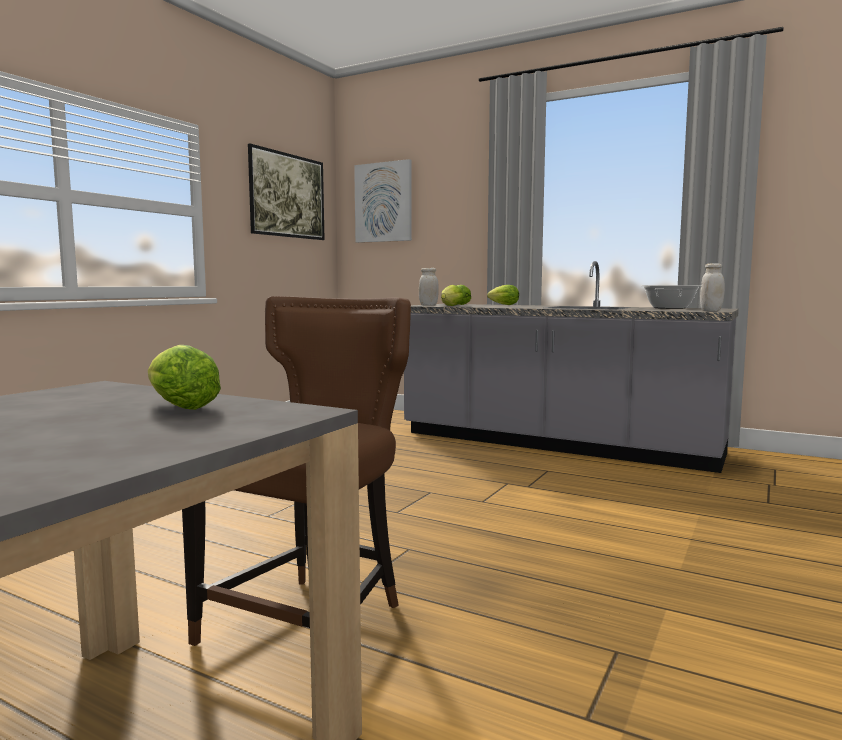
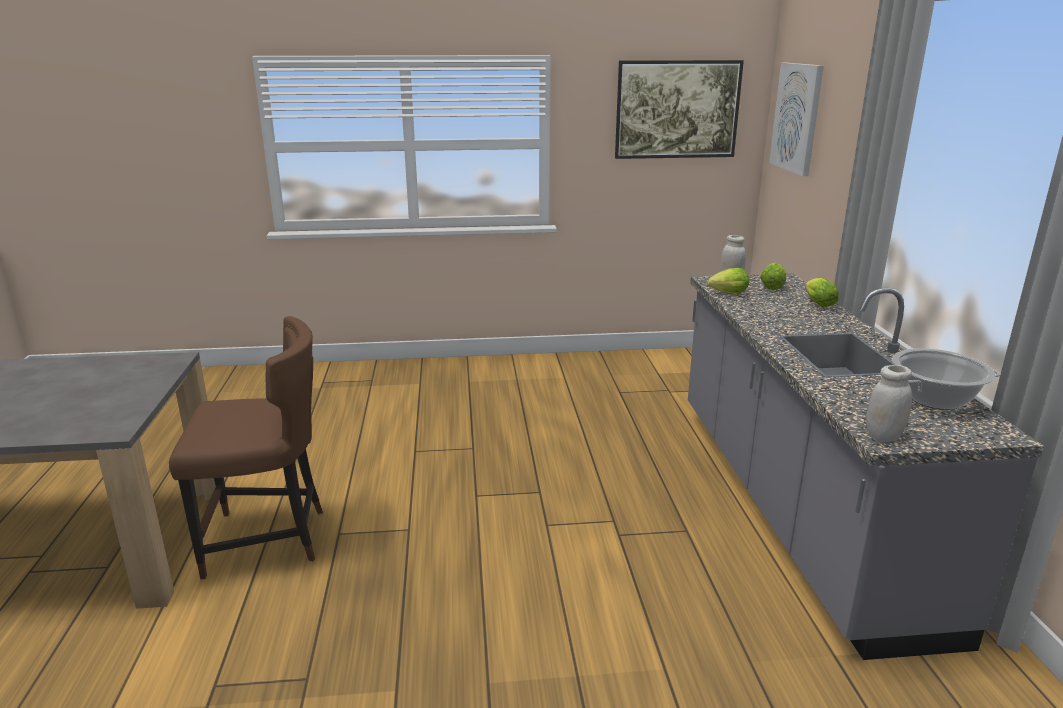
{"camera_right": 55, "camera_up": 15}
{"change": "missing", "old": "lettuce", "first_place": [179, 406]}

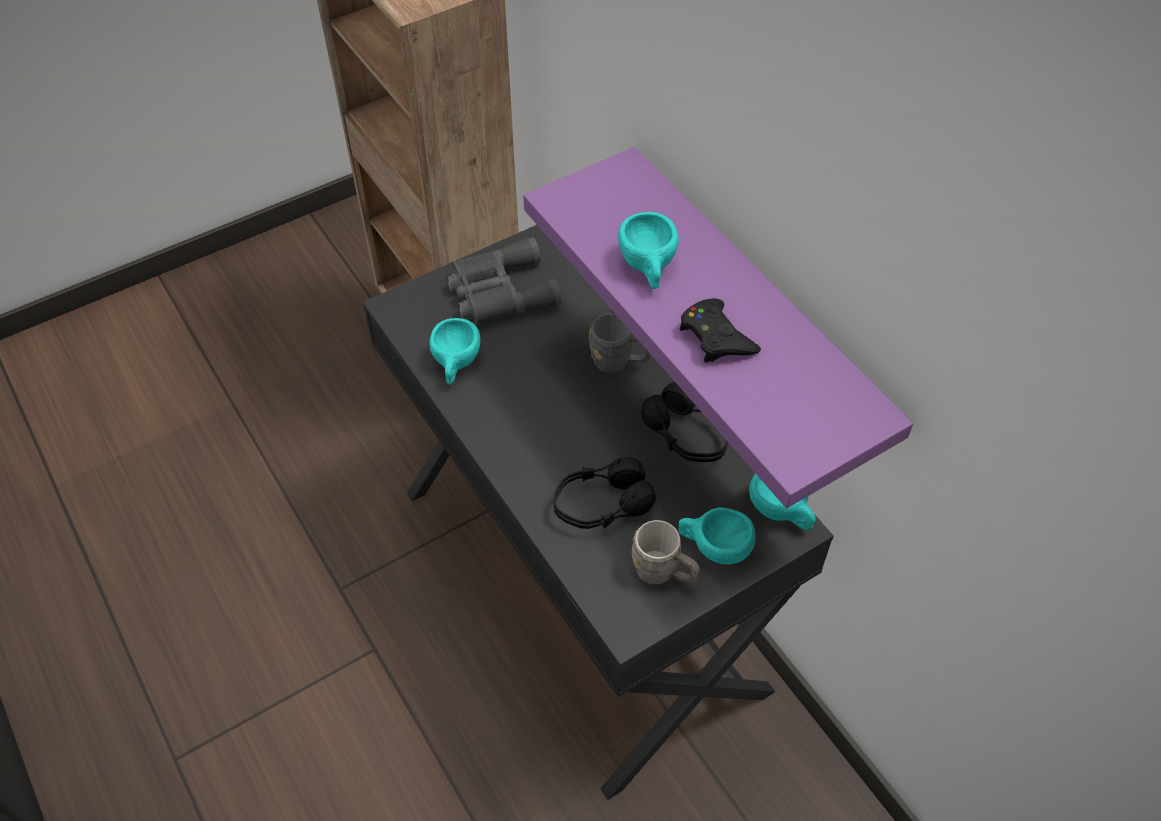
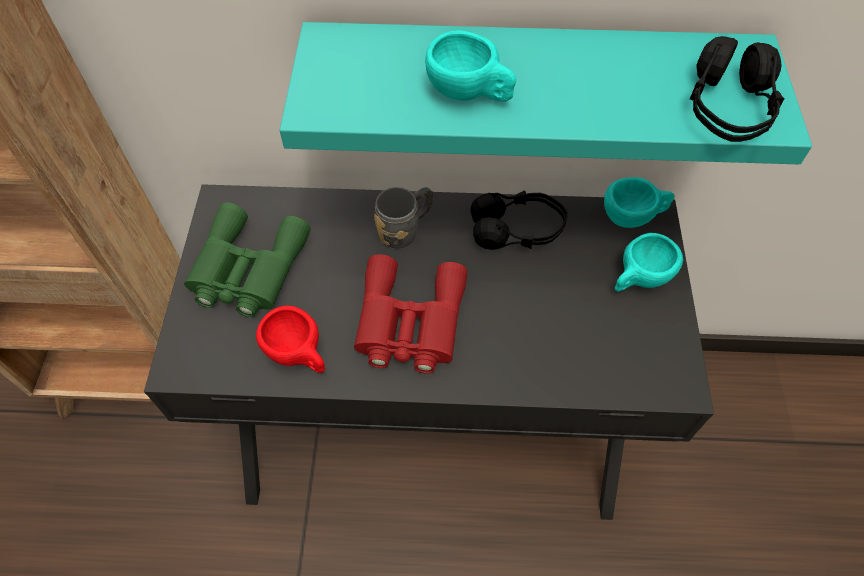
{"camera_right": -55, "camera_up": 5}
{"change": "colour", "old": "grey_binoculars", "new": "green_binoculars", "first_place": [499, 292], "second_place": [246, 270]}
{"change": "colour", "old": "turquoise_cup", "new": "red_cup", "first_place": [456, 364], "second_place": [299, 354]}
{"change": "colour", "old": "purple_shelf", "new": "turquoise_shelf", "first_place": [753, 314], "second_place": [529, 81]}
{"change": "appeared", "new": "red_binoculars", "second_place": [408, 323]}
{"change": "relocated", "old": "black_headphones", "first_place": [601, 505], "second_place": [727, 109]}
{"change": "missing", "old": "grey_mug", "first_place": [663, 573]}
{"change": "missing", "old": "black_game_controller", "first_place": [716, 337]}

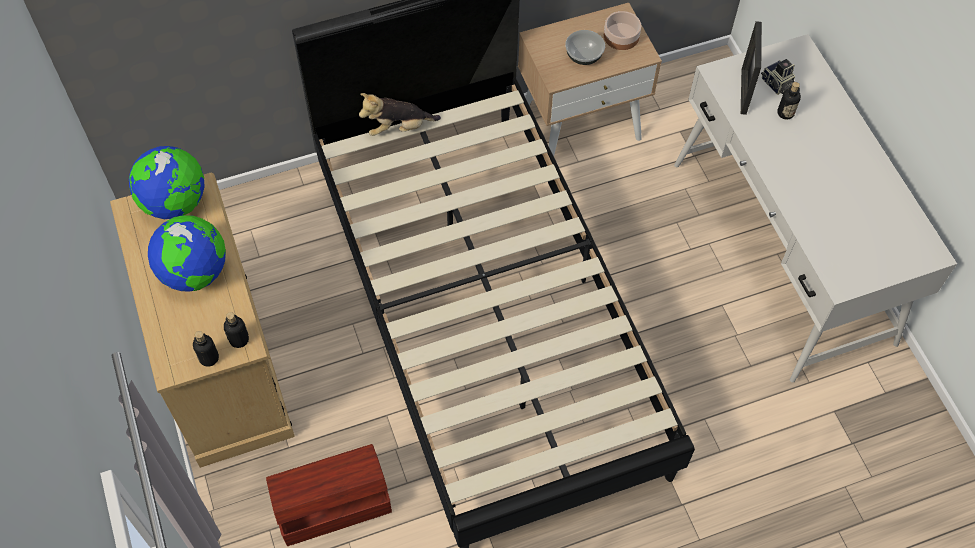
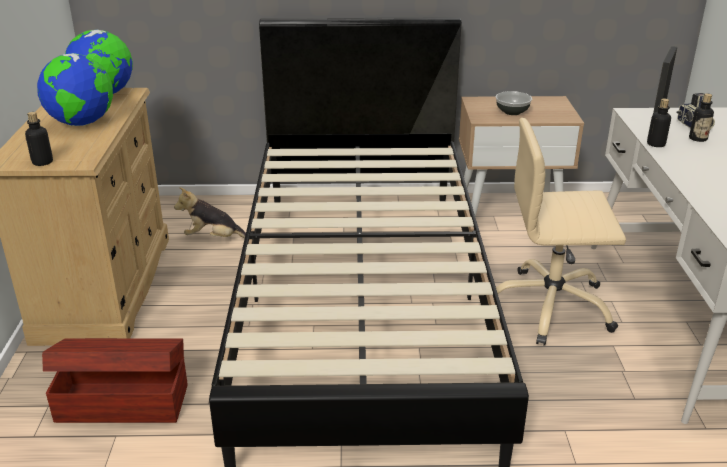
{"camera_right": 20, "camera_up": -30}
{"change": "relocated", "old": "plush_toy", "first_place": [398, 128], "second_place": [214, 238]}
{"change": "appeared", "new": "beige_office_chair", "second_place": [550, 307]}
{"change": "relocated", "old": "bottle", "first_place": [239, 339], "second_place": [656, 144]}
{"change": "missing", "old": "bowl", "first_place": [621, 36]}

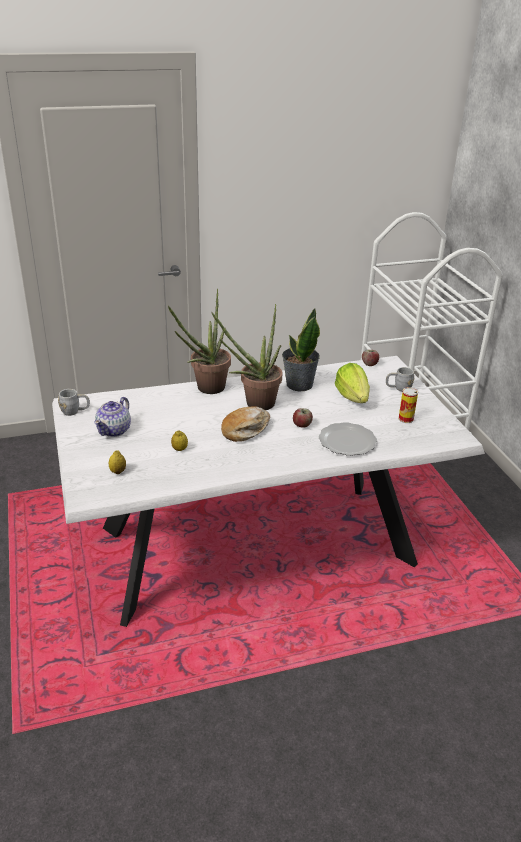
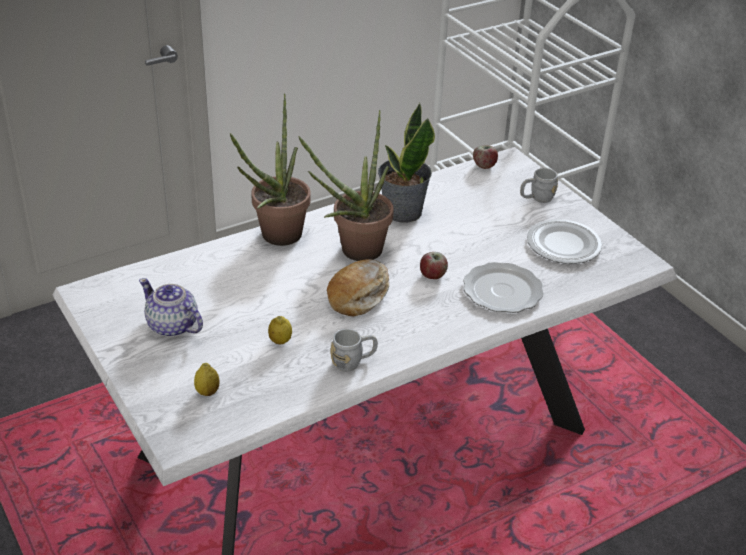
{"camera_right": -15, "camera_up": 5}
{"change": "spun", "old": "teapot", "first_place": [114, 430], "second_place": [172, 326], "degrees": 120}
{"change": "relocated", "old": "grey_mug", "first_place": [75, 411], "second_place": [353, 362]}
{"change": "exchanged", "old": "can", "new": "plate", "first_place": [406, 419], "second_place": [564, 244]}
{"change": "missing", "old": "lettuce", "first_place": [352, 397]}

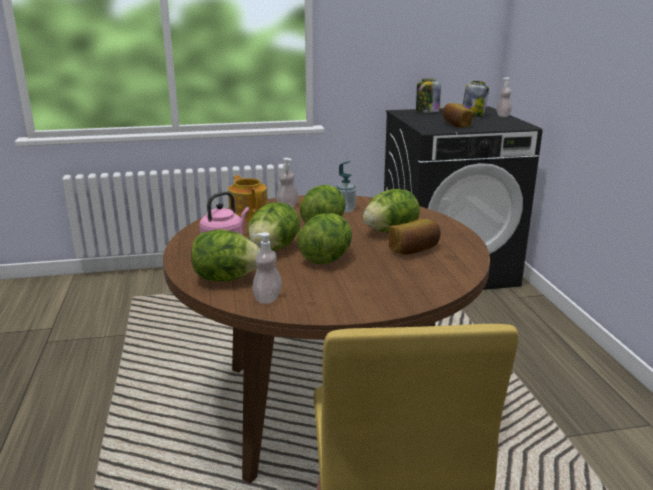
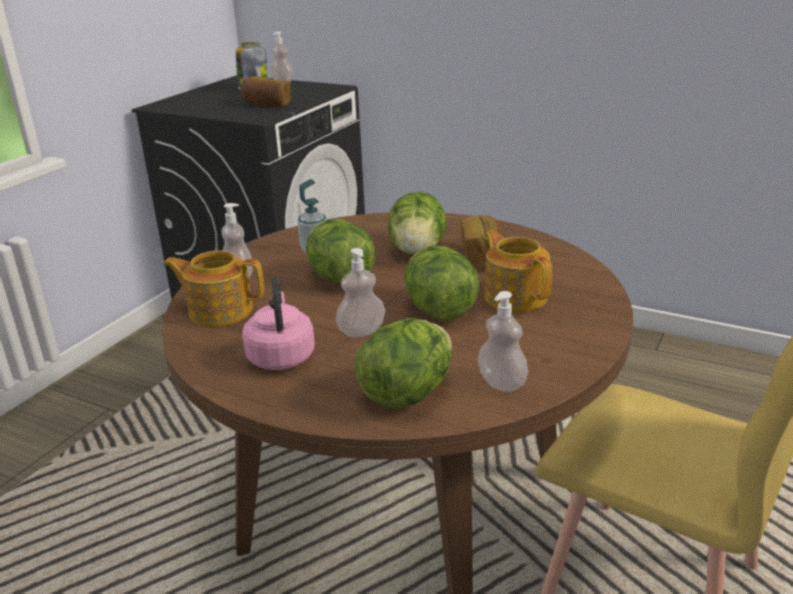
{"camera_right": -50, "camera_up": 5}
{"change": "exchanged", "old": "lettuce", "new": "soap_dispenser", "first_place": [273, 249], "second_place": [361, 331]}
{"change": "appeared", "new": "teapot", "second_place": [515, 296]}
{"change": "missing", "old": "jar", "first_place": [427, 112]}

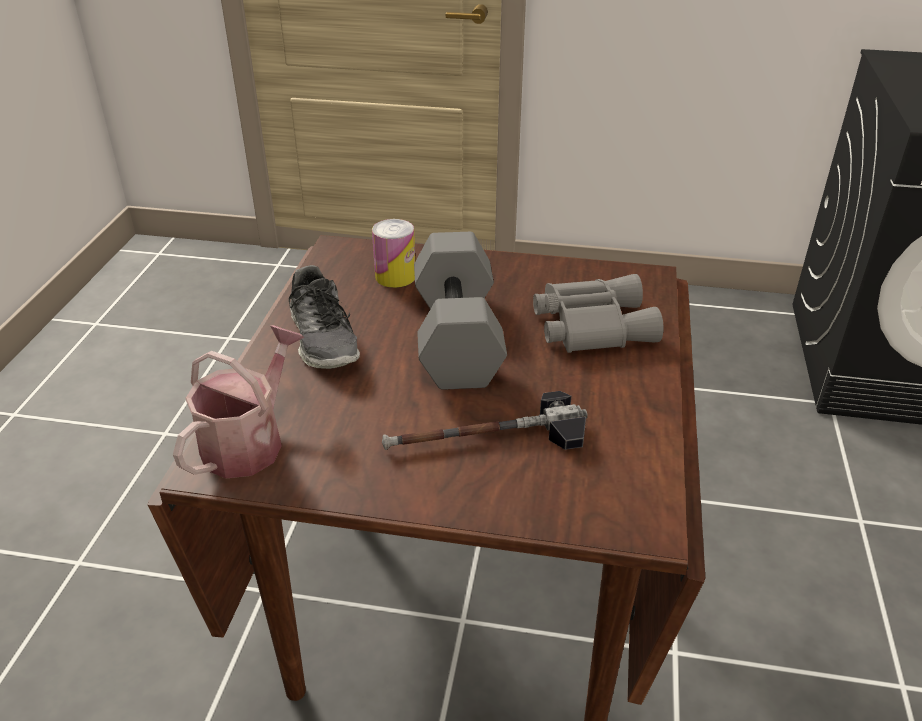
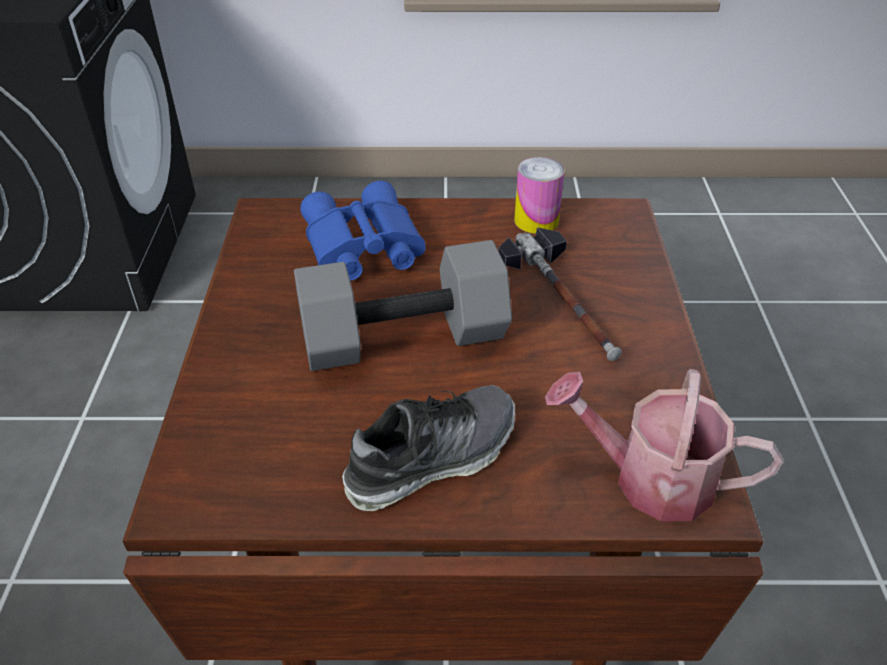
{"camera_right": -100, "camera_up": 5}
{"change": "colour", "old": "grey_binoculars", "new": "blue_binoculars", "first_place": [590, 324], "second_place": [361, 247]}
{"change": "relocated", "old": "can", "first_place": [395, 276], "second_place": [536, 220]}

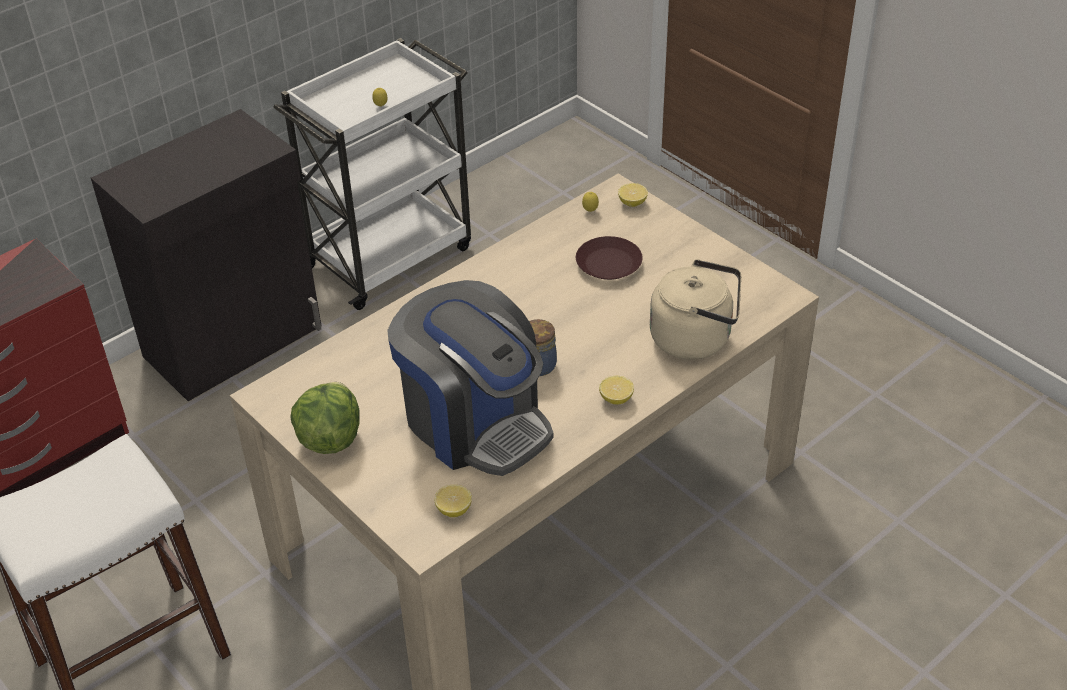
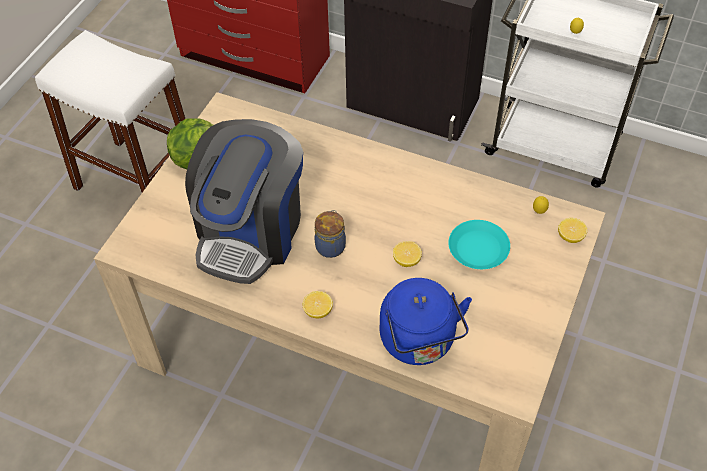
{"camera_right": 65, "camera_up": 10}
{"change": "colour", "old": "beige_kettle", "new": "blue_kettle", "first_place": [695, 338], "second_place": [419, 342]}
{"change": "relocated", "old": "lemon", "first_place": [454, 510], "second_place": [406, 260]}
{"change": "colour", "old": "brown_plate", "new": "turquoise_plate", "first_place": [609, 264], "second_place": [478, 249]}

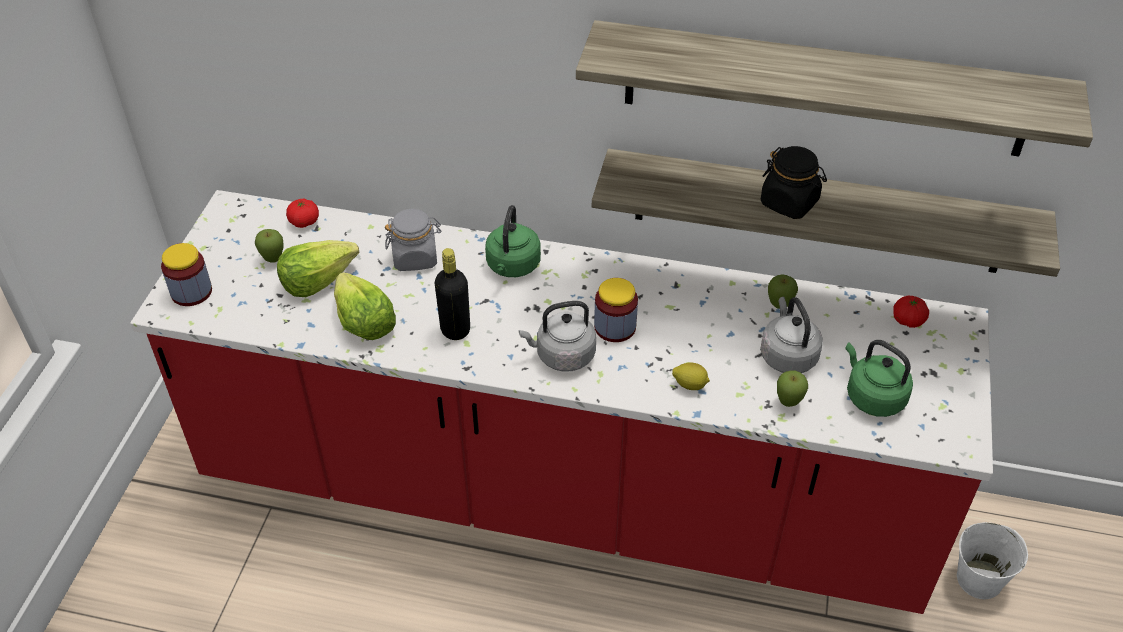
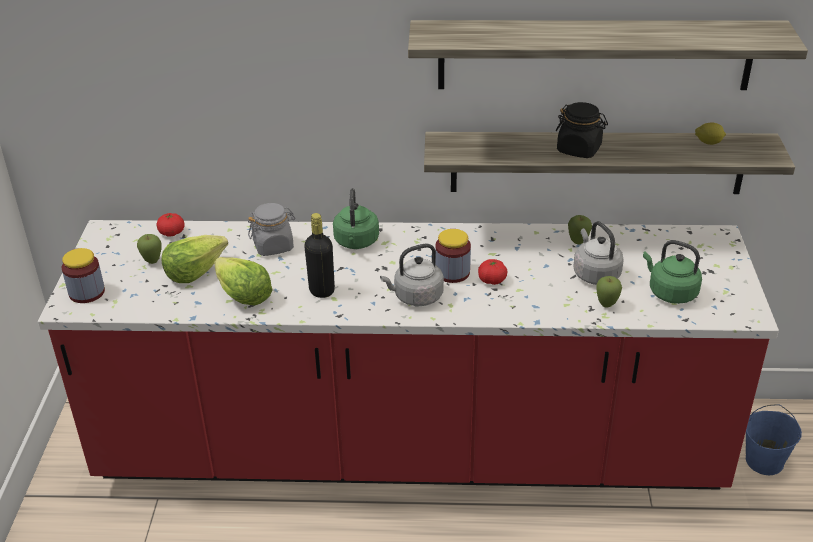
{"camera_right": -10, "camera_up": -10}
{"change": "relocated", "old": "tomato", "first_place": [908, 320], "second_place": [492, 280]}
{"change": "relocated", "old": "lemon", "first_place": [690, 385], "second_place": [708, 143]}
{"change": "colour", "old": "white_bucket", "new": "blue_bucket", "first_place": [979, 579], "second_place": [764, 461]}

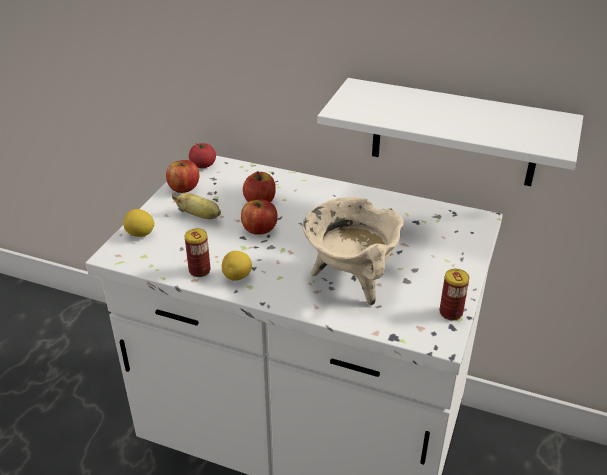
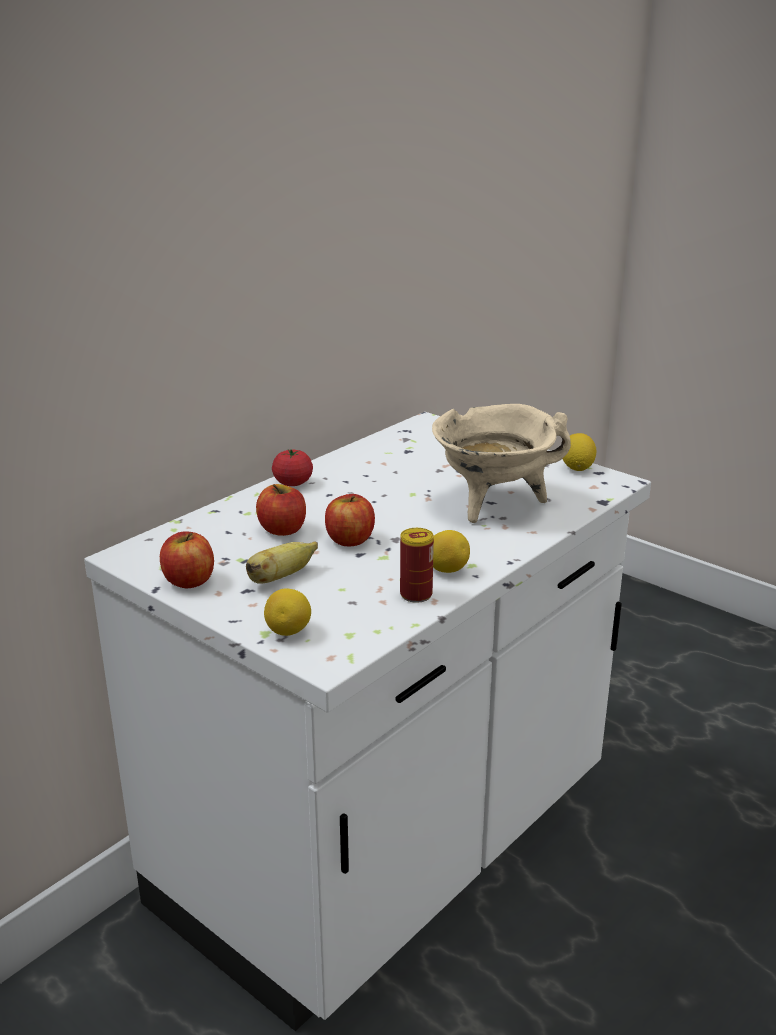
{"camera_right": -70, "camera_up": -10}
{"change": "relocated", "old": "tomato", "first_place": [203, 165], "second_place": [293, 483]}
{"change": "exchanged", "old": "can", "new": "lemon", "first_place": [450, 313], "second_place": [577, 468]}
{"change": "missing", "old": "white_shelf", "first_place": [454, 133]}

